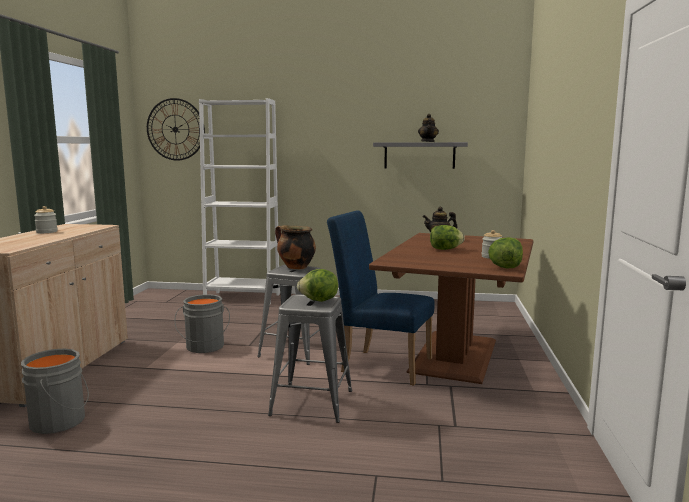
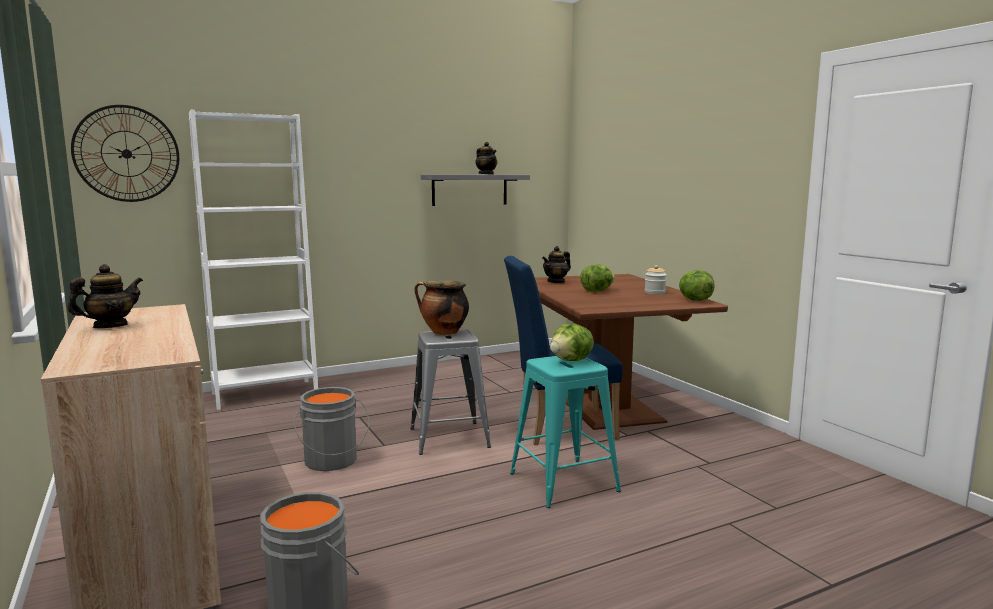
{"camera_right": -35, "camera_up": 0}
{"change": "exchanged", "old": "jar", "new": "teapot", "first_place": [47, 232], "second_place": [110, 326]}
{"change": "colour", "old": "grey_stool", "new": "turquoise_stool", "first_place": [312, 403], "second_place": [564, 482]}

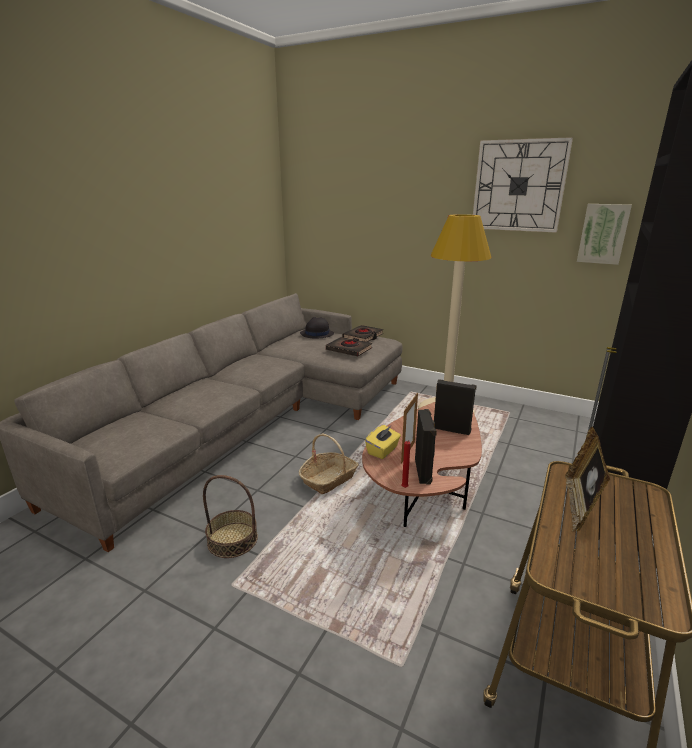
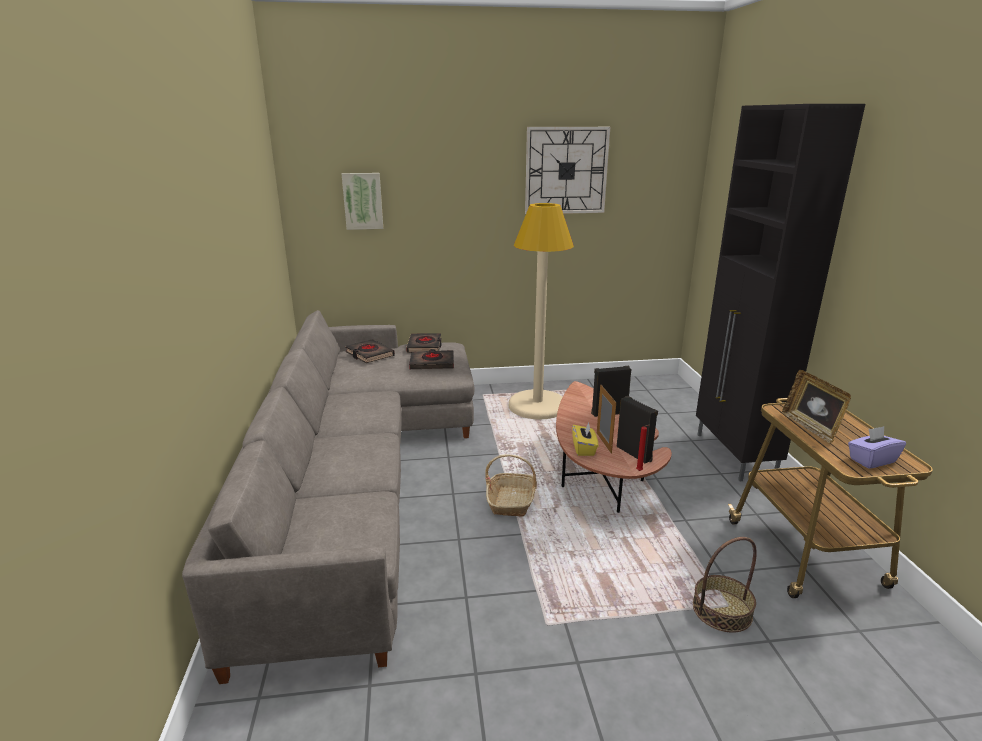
{"camera_right": -35, "camera_up": 0}
{"change": "relocated", "old": "picture", "first_place": [603, 233], "second_place": [363, 201]}
{"change": "exchanged", "old": "black_hat", "new": "black_book", "first_place": [316, 334], "second_place": [369, 354]}
{"change": "relocated", "old": "basket", "first_place": [232, 540], "second_place": [722, 610]}
{"change": "appeared", "new": "purple_tissue_box", "second_place": [871, 460]}

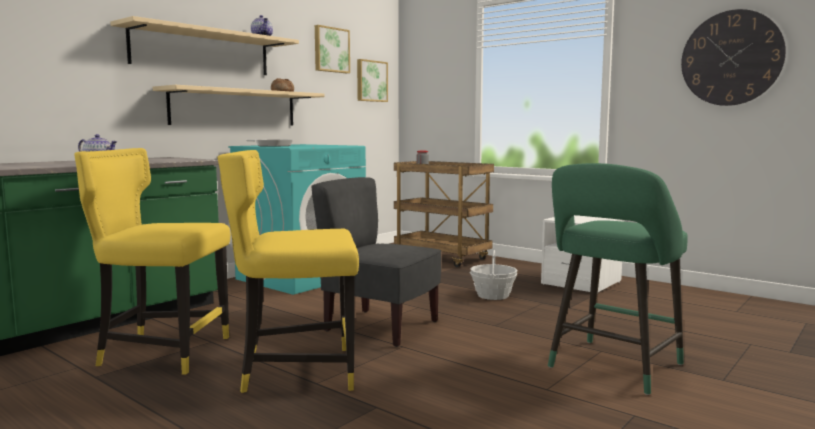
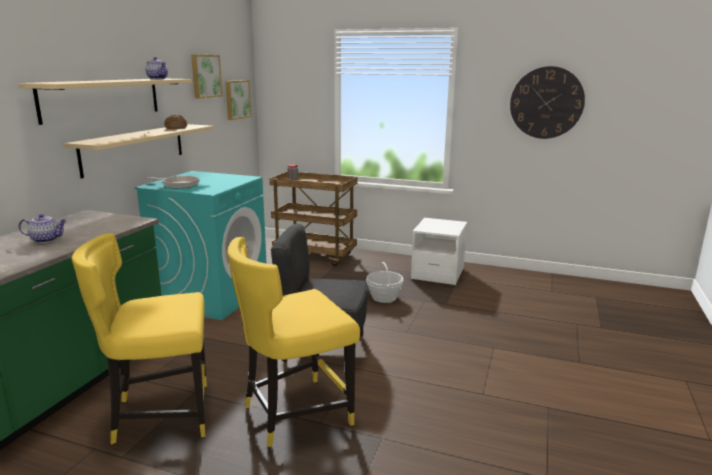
{"camera_right": -20, "camera_up": 10}
{"change": "missing", "old": "green_stool", "first_place": [612, 368]}

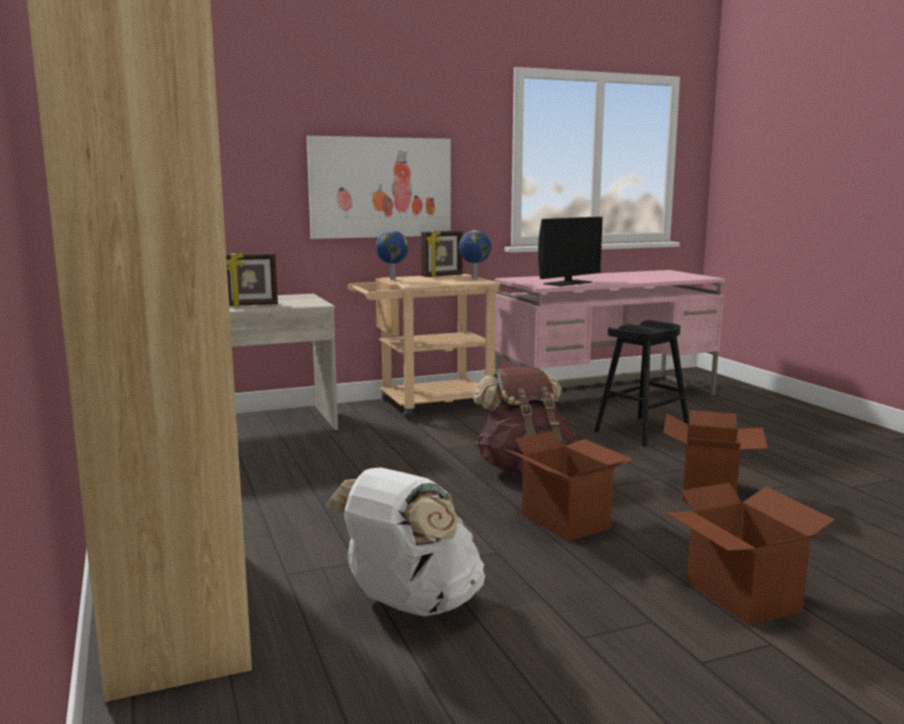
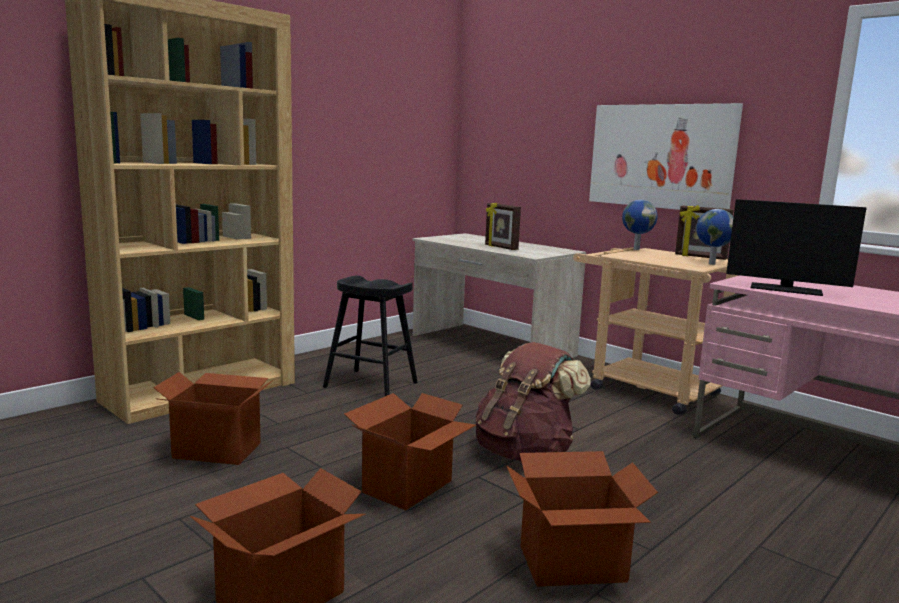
{"camera_right": 65, "camera_up": 0}
{"change": "exchanged", "old": "white_backpack", "new": "cardboard_box", "first_place": [410, 605], "second_place": [217, 450]}
{"change": "relocated", "old": "black_stool", "first_place": [642, 431], "second_place": [371, 385]}

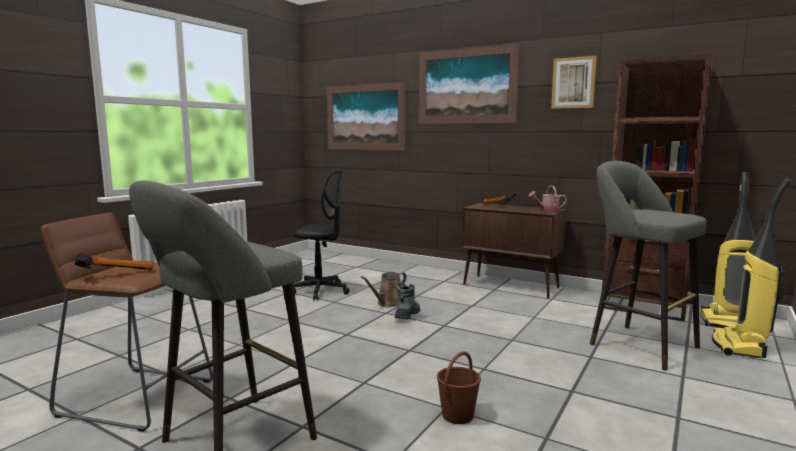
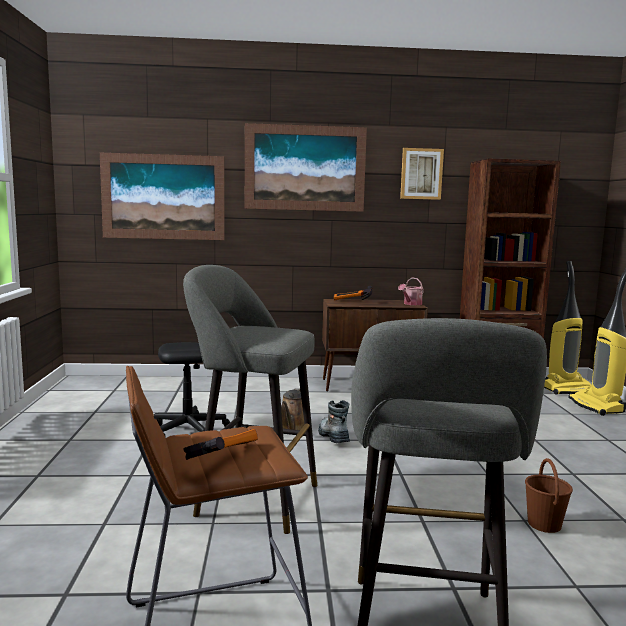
{"camera_right": -35, "camera_up": 0}
{"change": "relocated", "old": "grey_stool", "first_place": [637, 344], "second_place": [250, 499]}

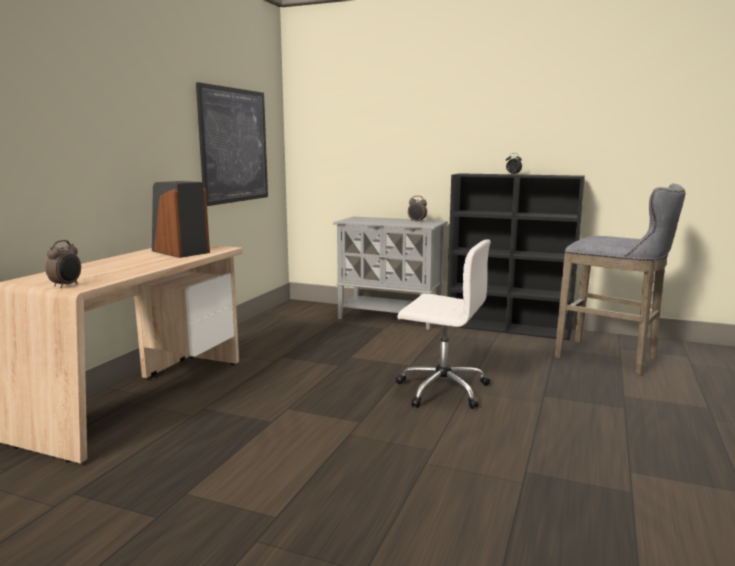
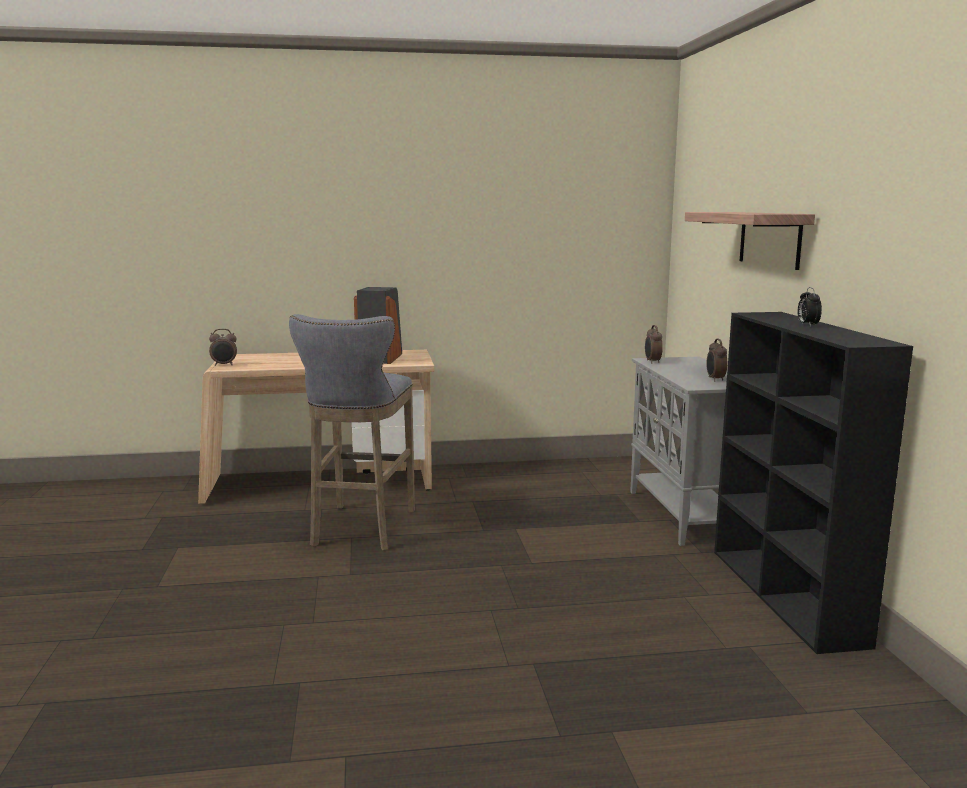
{"camera_right": 60, "camera_up": 0}
{"change": "relocated", "old": "grey_stool", "first_place": [611, 358], "second_place": [361, 530]}
{"change": "appeared", "new": "alarm_clock", "second_place": [652, 362]}
{"change": "appeared", "new": "shelf", "second_place": [770, 239]}
{"change": "missing", "old": "picture", "first_place": [234, 145]}
{"change": "missing", "old": "white_office_chair", "first_place": [441, 389]}

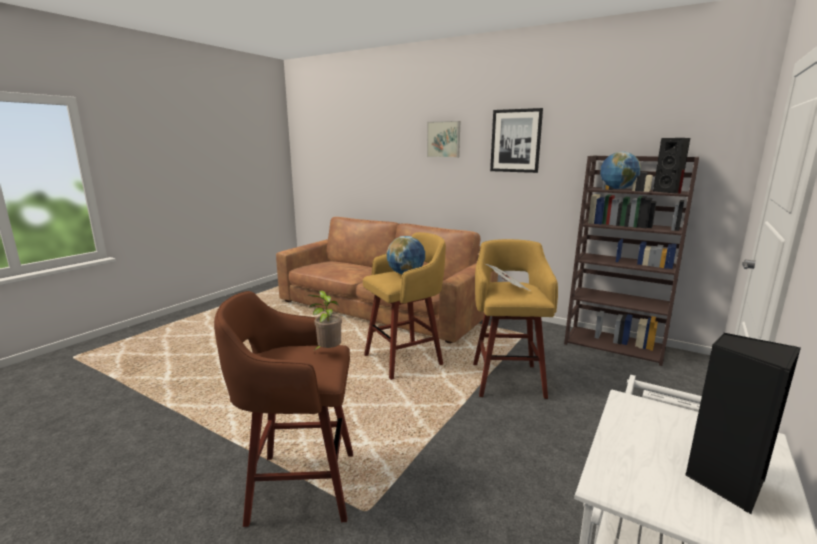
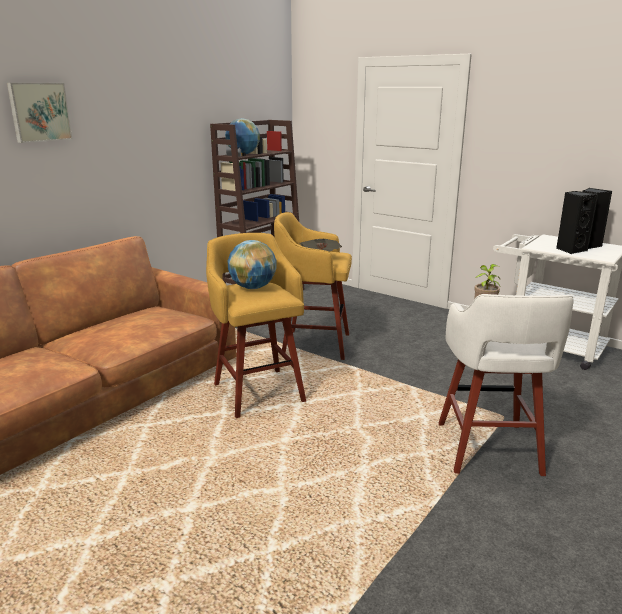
{"camera_right": -85, "camera_up": 5}
{"change": "colour", "old": "brown_stool", "new": "white_stool", "first_place": [299, 486], "second_place": [488, 450]}
{"change": "relocated", "old": "black_speaker", "first_place": [668, 191], "second_place": [570, 250]}
{"change": "missing", "old": "picture", "first_place": [515, 141]}

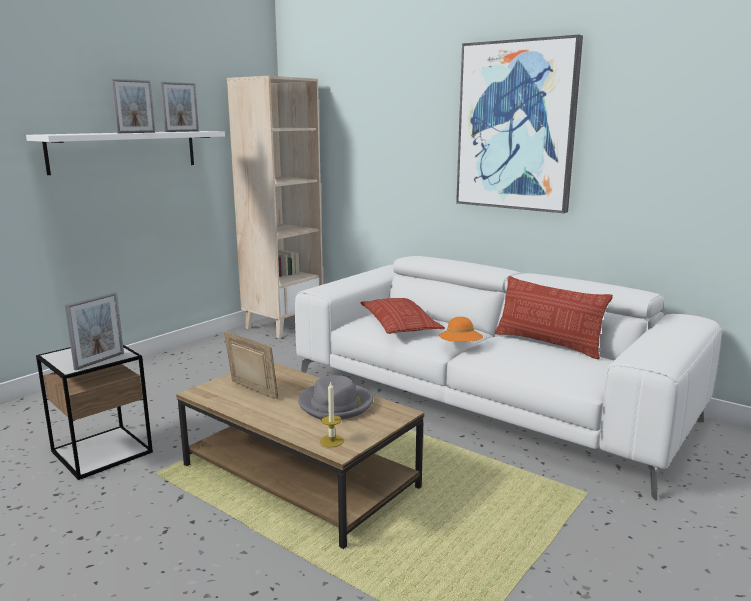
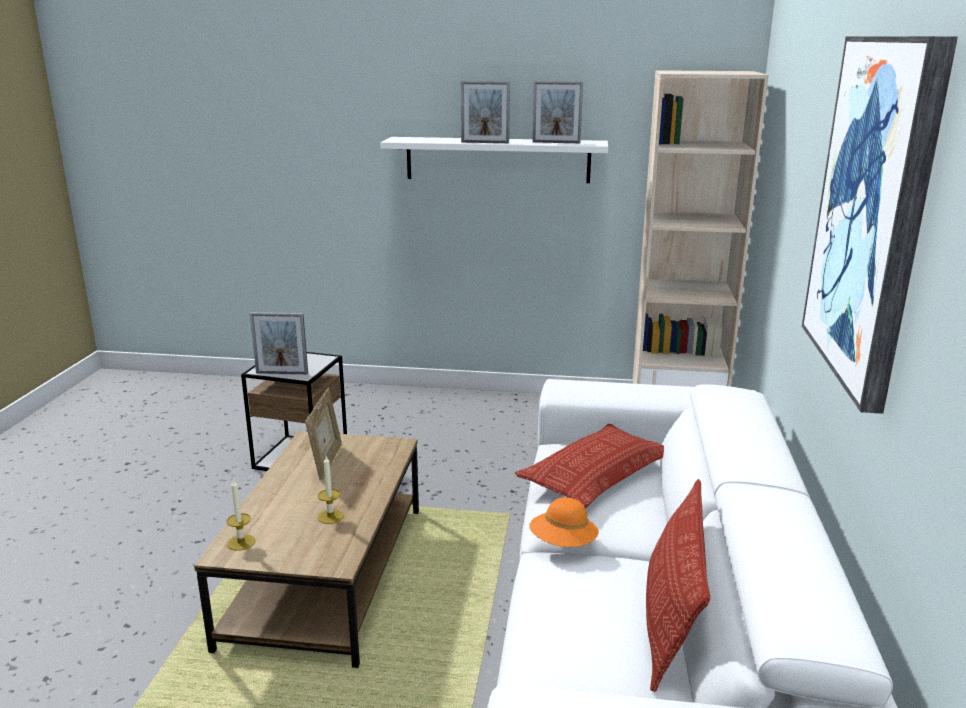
{"camera_right": 60, "camera_up": 5}
{"change": "exchanged", "old": "grey_hat", "new": "candle", "first_place": [336, 404], "second_place": [330, 516]}

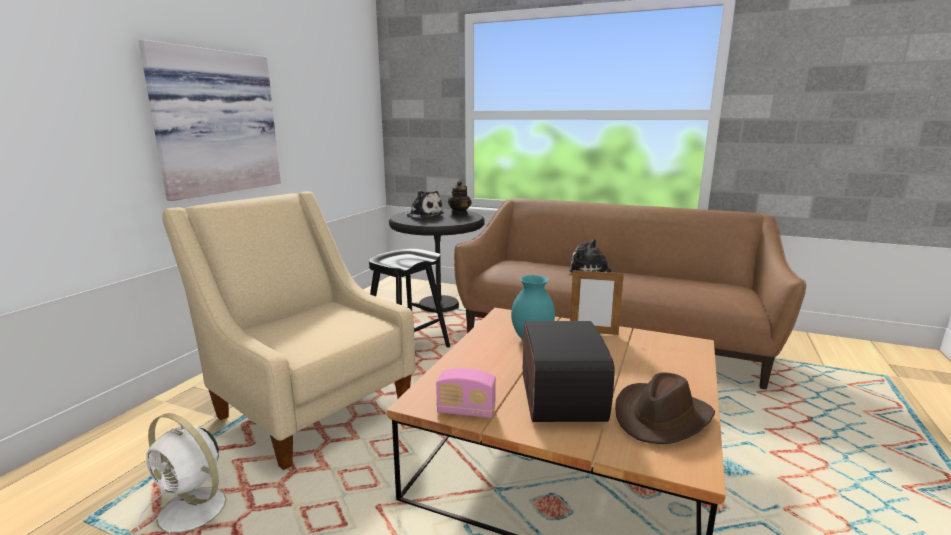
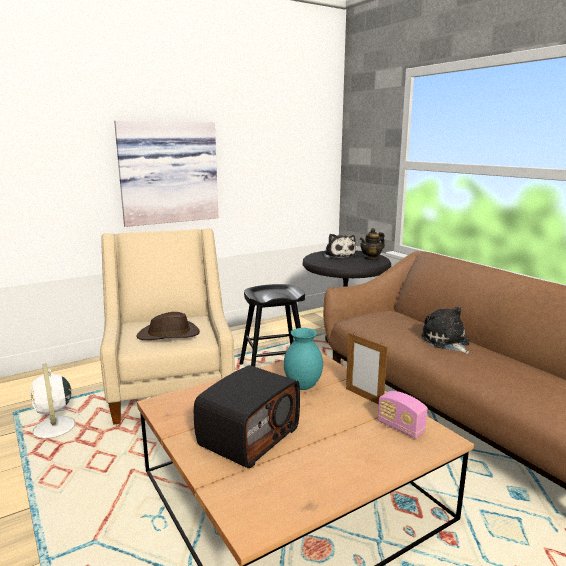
{"camera_right": 35, "camera_up": 0}
{"change": "relocated", "old": "brown_hat", "first_place": [662, 417], "second_place": [169, 335]}
{"change": "relocated", "old": "radio", "first_place": [466, 411], "second_place": [400, 427]}

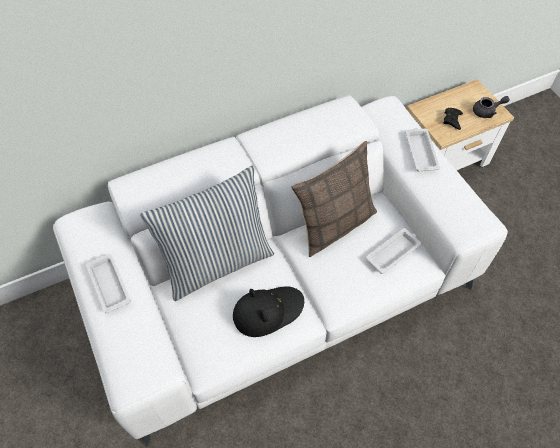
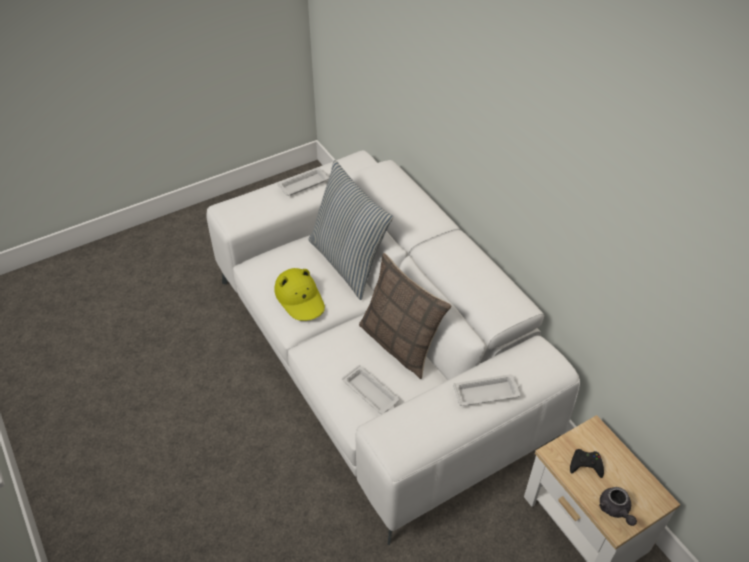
{"camera_right": 85, "camera_up": -10}
{"change": "colour", "old": "black_hat", "new": "yellow_hat", "first_place": [267, 311], "second_place": [300, 298]}

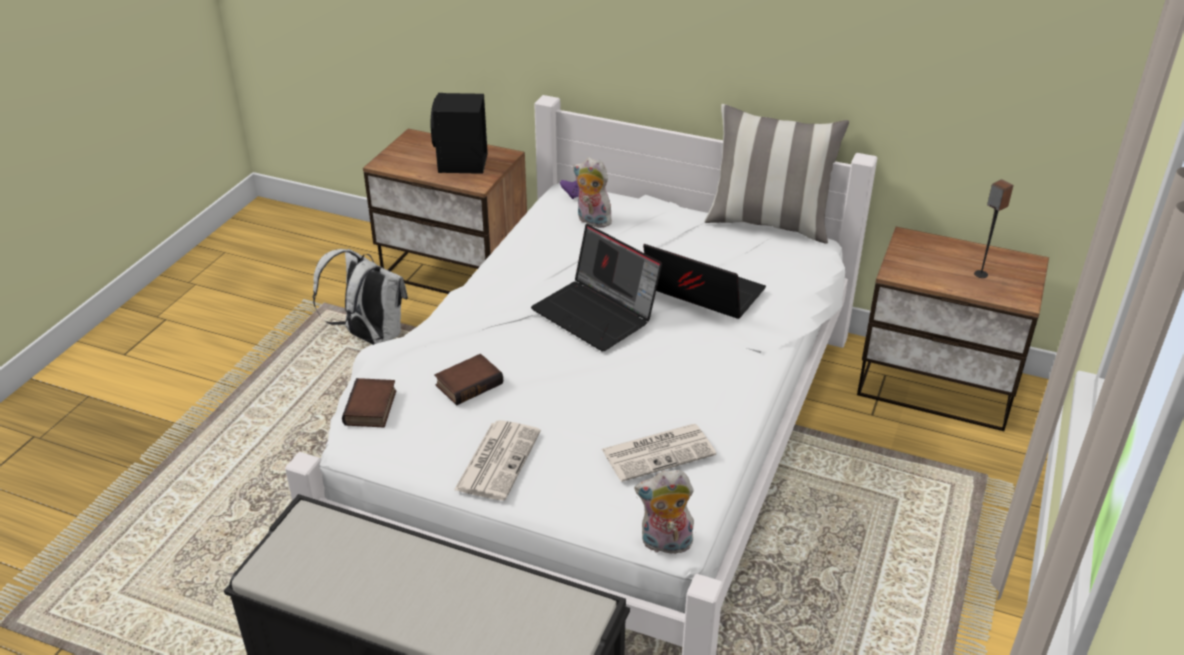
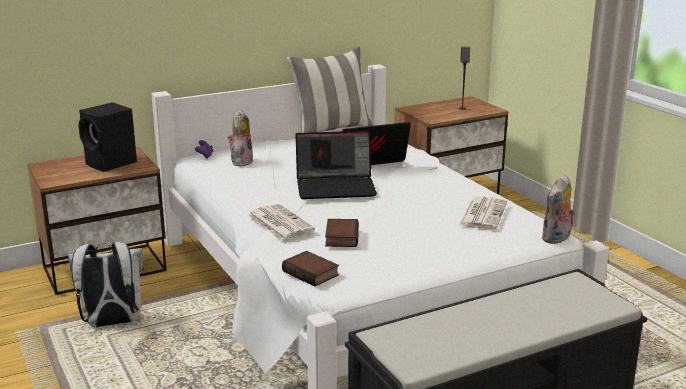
{"camera_right": -50, "camera_up": -15}
{"change": "spun", "old": "plush_toy", "first_place": [591, 221], "second_place": [241, 161], "degrees": 120}
{"change": "relocated", "old": "newspaper", "first_place": [498, 459], "second_place": [279, 222]}

